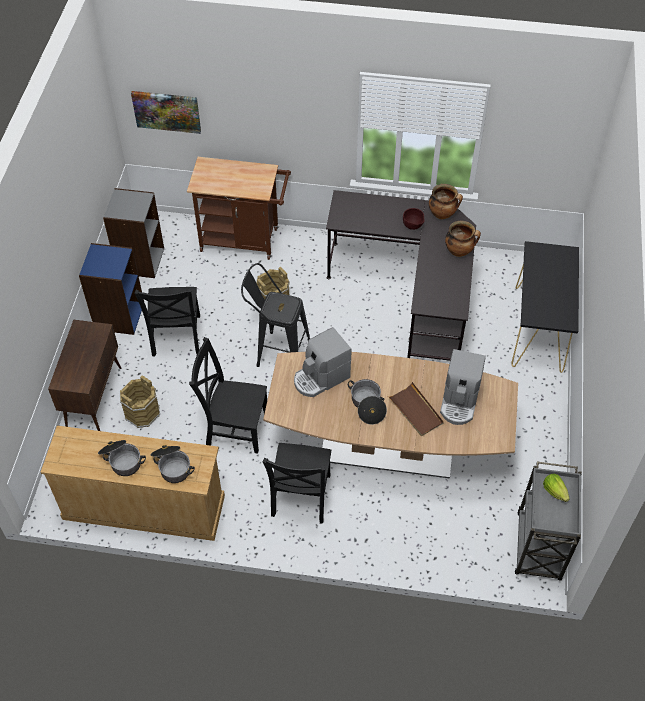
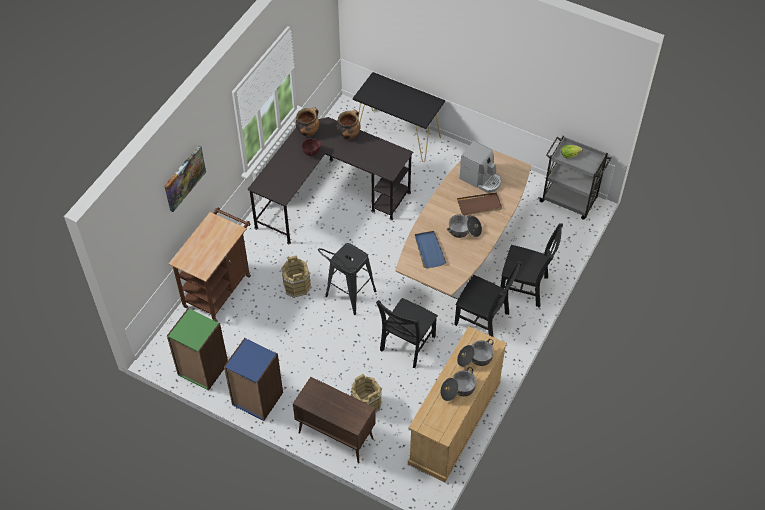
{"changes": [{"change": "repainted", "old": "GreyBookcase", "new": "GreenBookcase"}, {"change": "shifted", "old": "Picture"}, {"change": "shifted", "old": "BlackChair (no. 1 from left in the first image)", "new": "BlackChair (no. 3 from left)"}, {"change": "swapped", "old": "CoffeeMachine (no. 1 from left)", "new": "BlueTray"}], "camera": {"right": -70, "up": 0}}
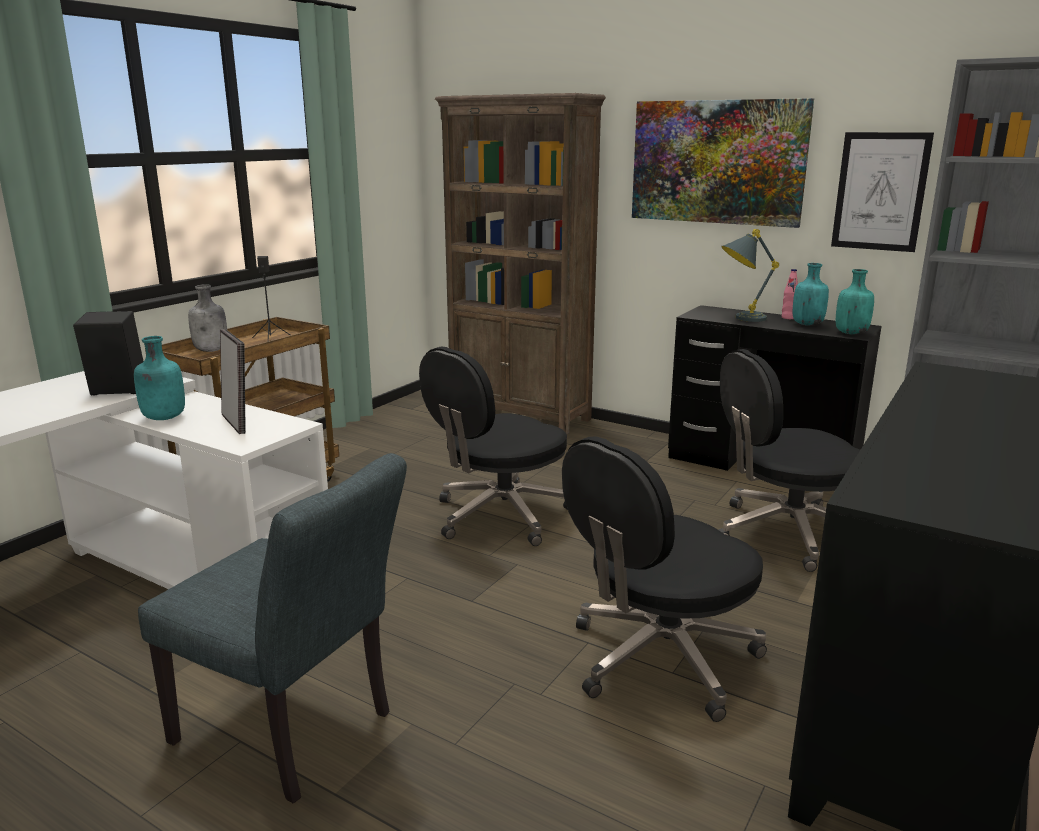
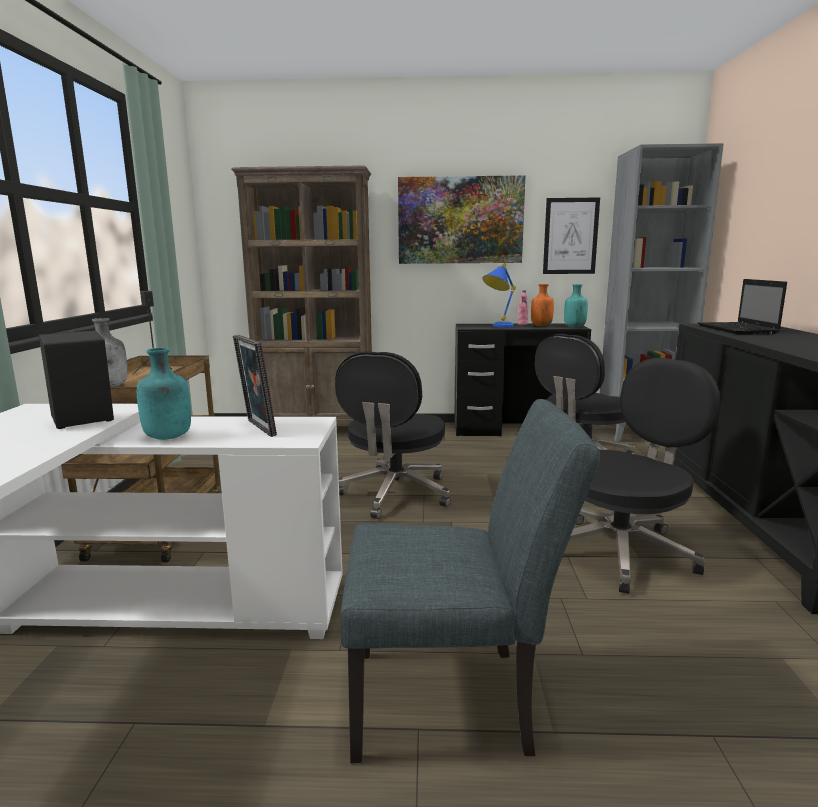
{"changes": [{"change": "rotated", "old": "PictureFrame", "degrees": -150}, {"change": "rotated", "old": "BlackOfficeChair (no. 2 from left in the first image)", "degrees": -150}, {"change": "repainted", "old": "GreyTableLamp", "new": "BlueTableLamp"}, {"change": "repainted", "old": "TurquoiseBottle (no. 2 from left)", "new": "OrangeBottle"}, {"change": "new", "new": "Laptop"}], "camera": {"right": -30, "up": -5}}
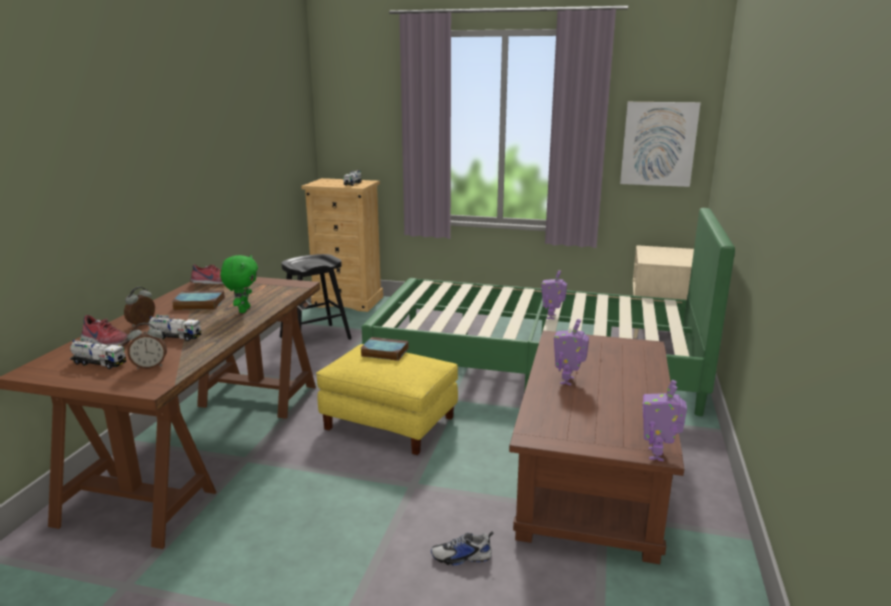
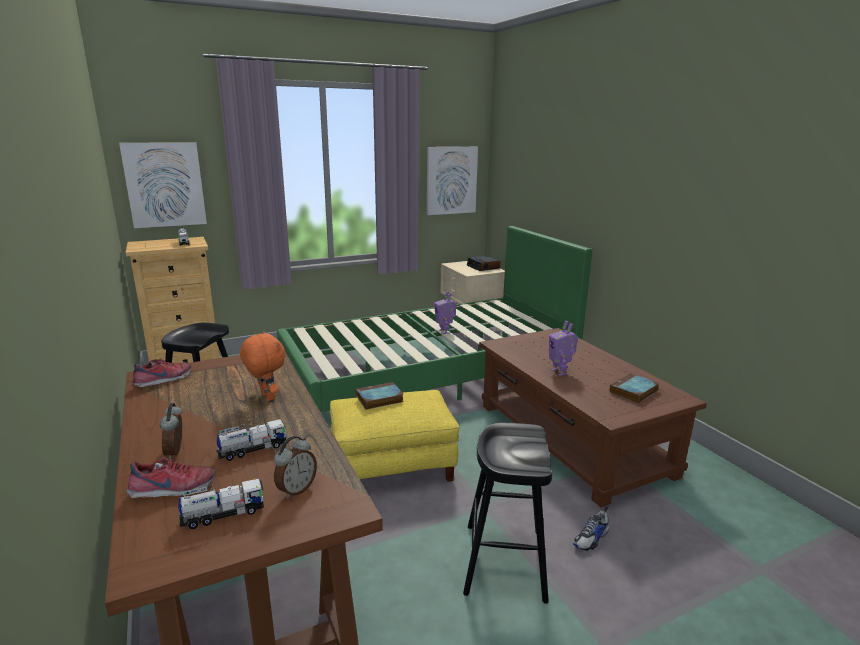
{"changes": [{"change": "shifted", "old": "Book (no. 1 from left in the first image)", "new": "Book (no. 2 from left)"}, {"change": "repainted", "old": "GreenPlushToy", "new": "OrangePlushToy"}, {"change": "gone", "old": "ToyRobot (no. 3 from left)"}, {"change": "new", "new": "Picture (no. 1 from left)"}, {"change": "new", "new": "BlackStool (no. 2 from left)"}, {"change": "new", "new": "AlarmClock (no. 3 from left)"}], "camera": {"right": -40, "up": 0}}
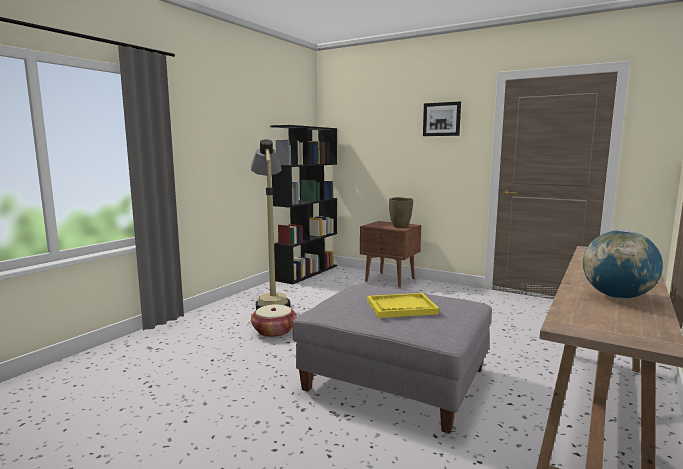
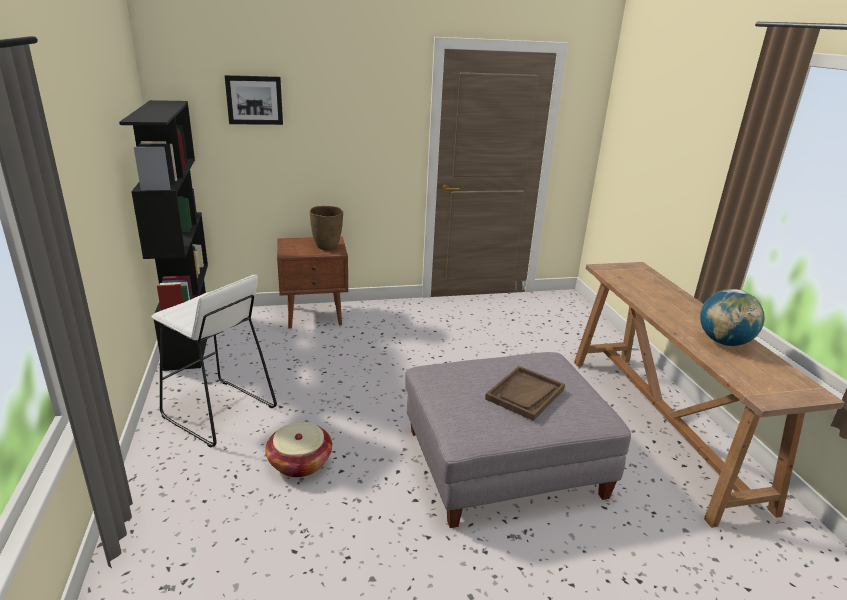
{"changes": [{"change": "swapped", "old": "FloorLamp", "new": "WhiteStool"}, {"change": "repainted", "old": "YellowTray", "new": "BrownTray"}, {"change": "shifted", "old": "Picture"}], "camera": {"right": -45, "up": 15}}
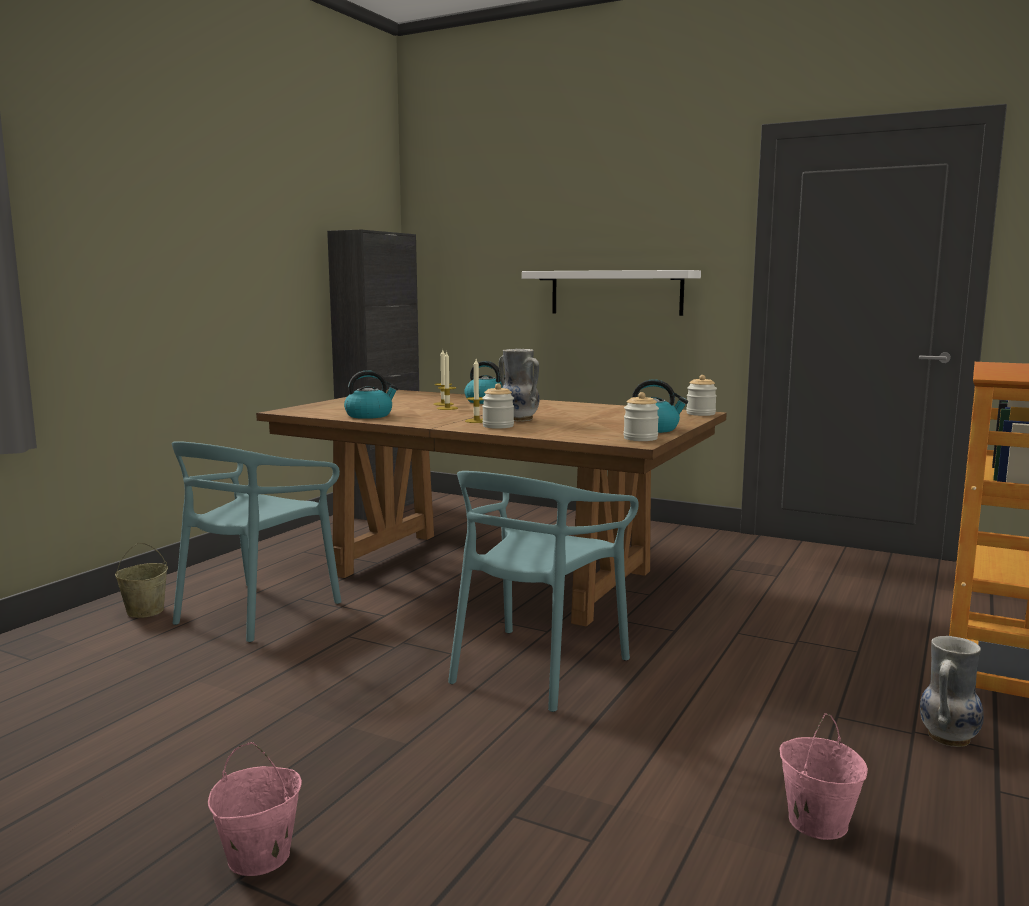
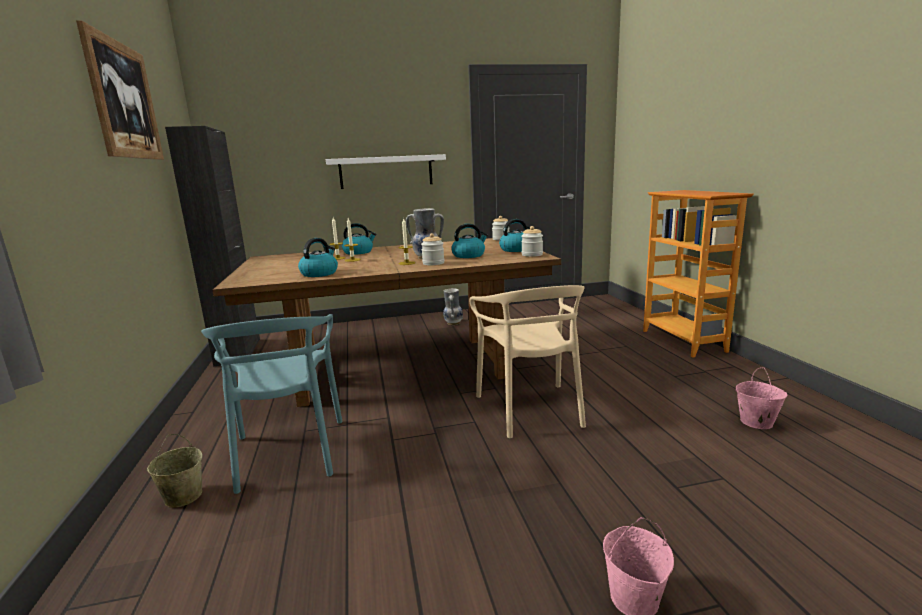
{"changes": [{"change": "repainted", "old": "TurquoiseChair (no. 2 from left)", "new": "BeigeChair"}, {"change": "shifted", "old": "Vase (no. 2 from left)"}, {"change": "new", "new": "Picture"}, {"change": "new", "new": "Kettle (no. 3 from left)"}], "camera": {"right": -40, "up": 5}}
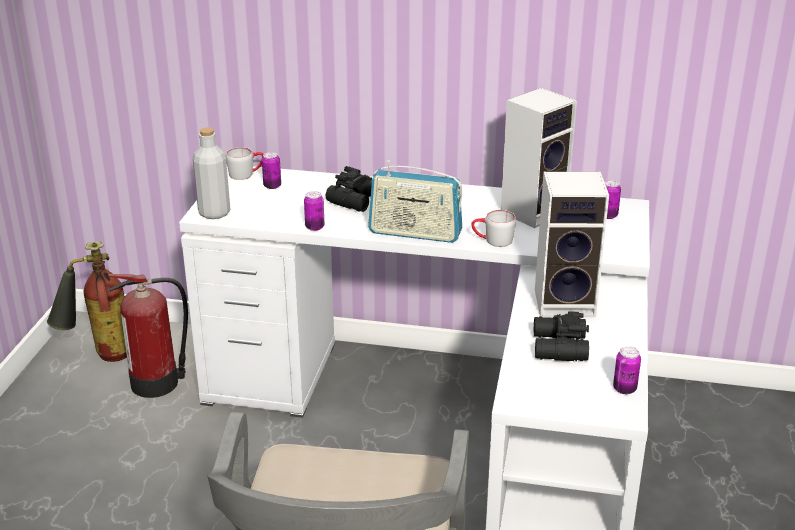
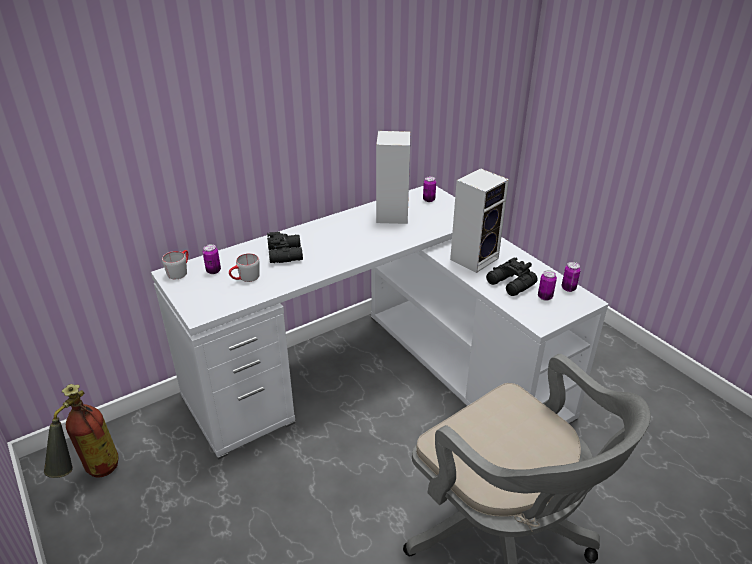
{"changes": [{"change": "gone", "old": "FireExtinguisher (no. 2 from left)"}, {"change": "gone", "old": "GreyBottle"}, {"change": "shifted", "old": "Can (no. 2 from left in the first image)", "new": "Can (no. 3 from left)"}, {"change": "gone", "old": "Radio"}, {"change": "shifted", "old": "GreyMug (no. 2 from left)"}], "camera": {"right": -45, "up": 5}}
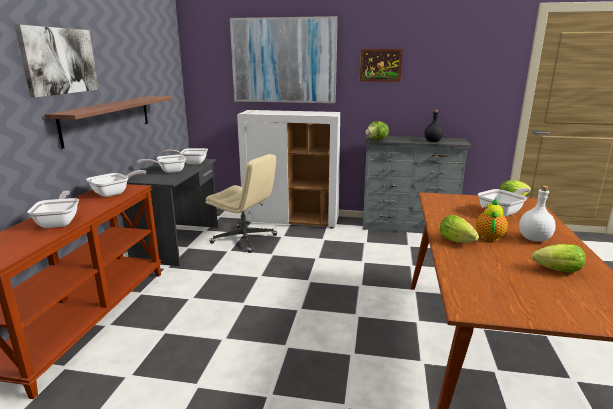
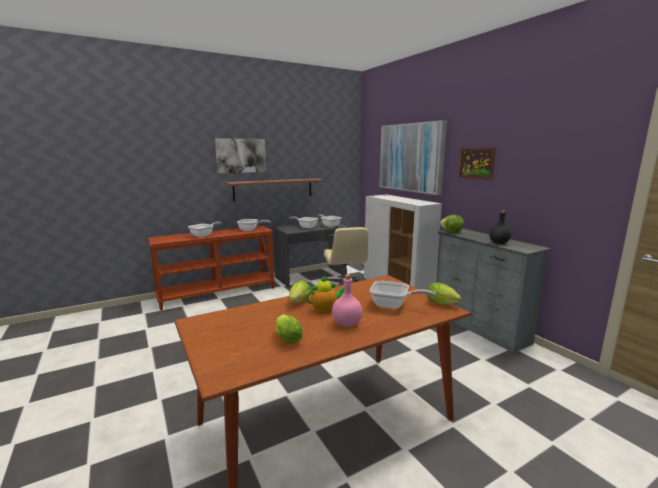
{"changes": [{"change": "repainted", "old": "WhiteBottle", "new": "PinkBottle"}], "camera": {"right": 50, "up": -5}}
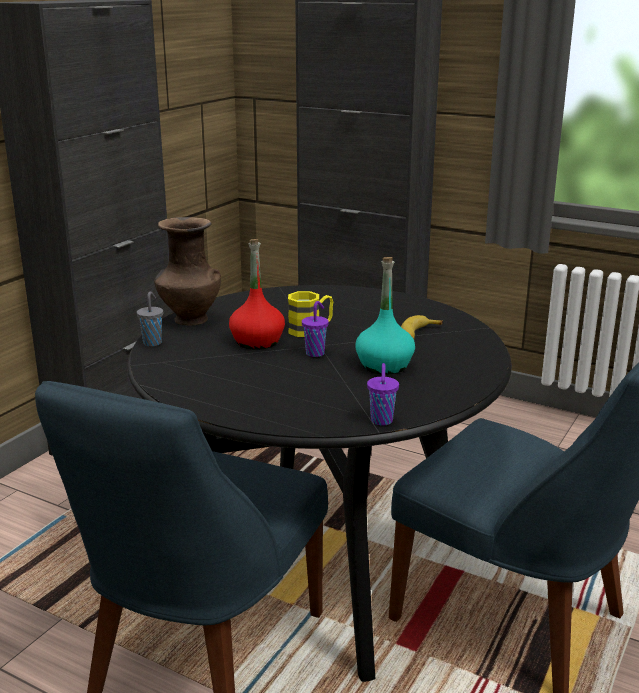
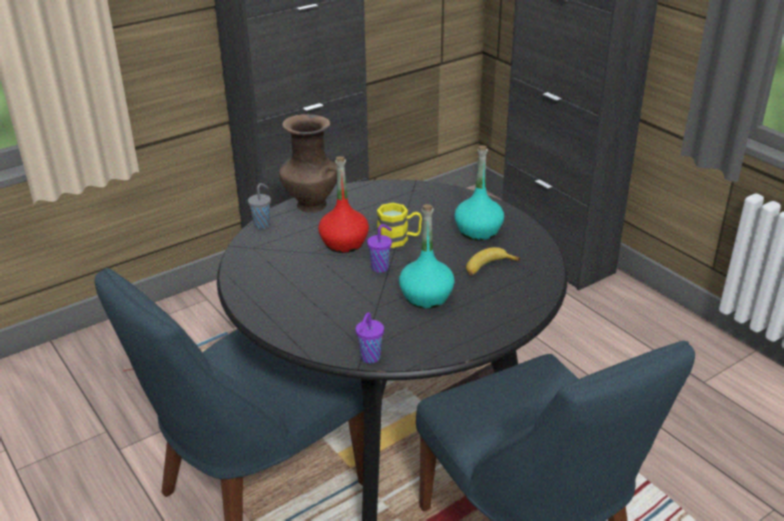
{"changes": [{"change": "new", "new": "TurquoiseBottle (no. 2 from left)"}], "camera": {"right": 25, "up": 10}}
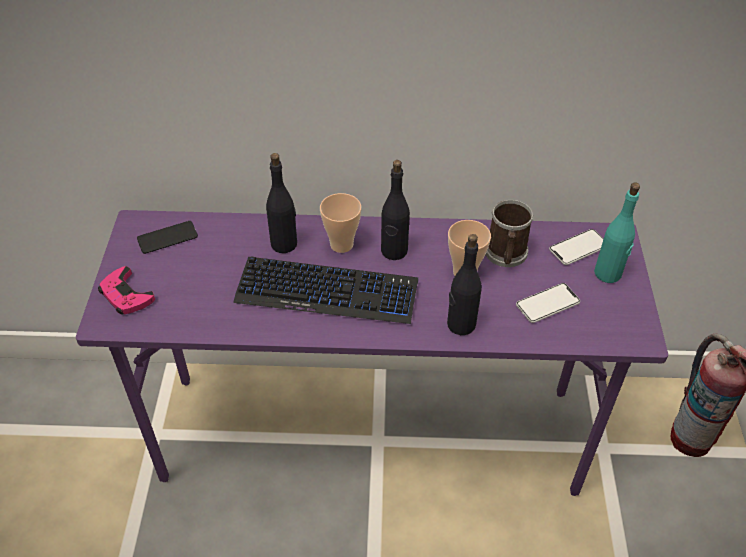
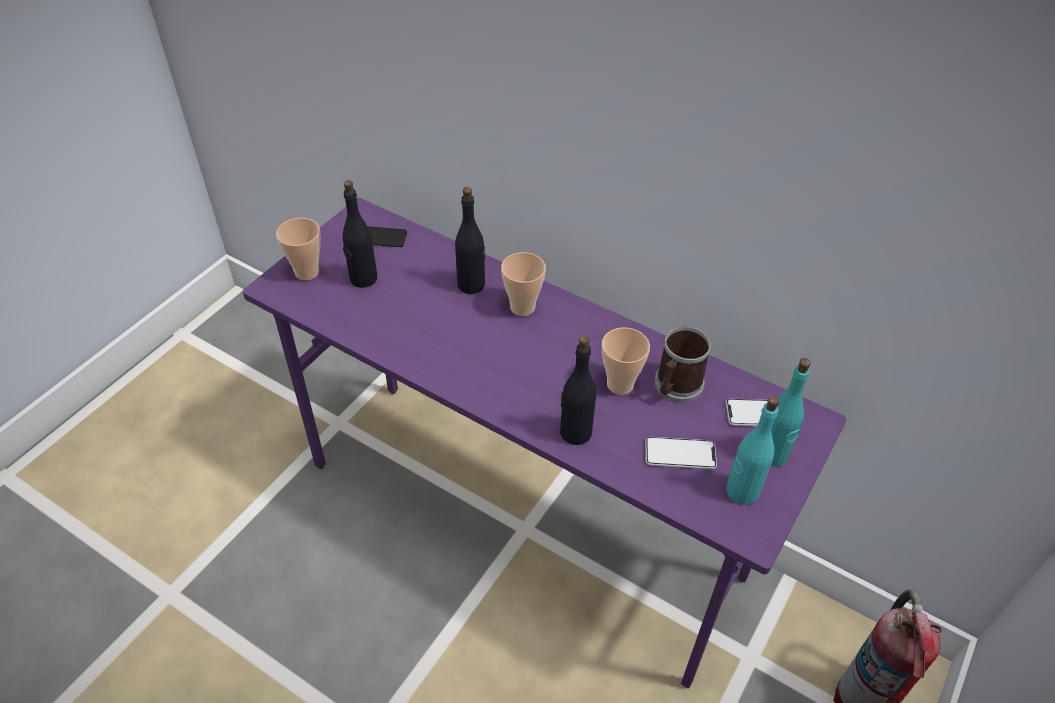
{"changes": [{"change": "swapped", "old": "PinkGameController", "new": "Cup (no. 1 from left)"}, {"change": "gone", "old": "Keyboard"}, {"change": "shifted", "old": "BlackBottle (no. 2 from left in the first image)", "new": "BlackBottle (no. 1 from left)"}, {"change": "new", "new": "TurquoiseBottle (no. 1 from left)"}], "camera": {"right": 30, "up": 0}}
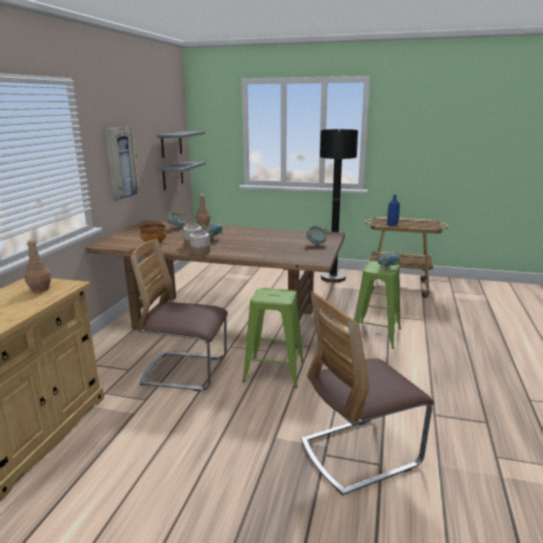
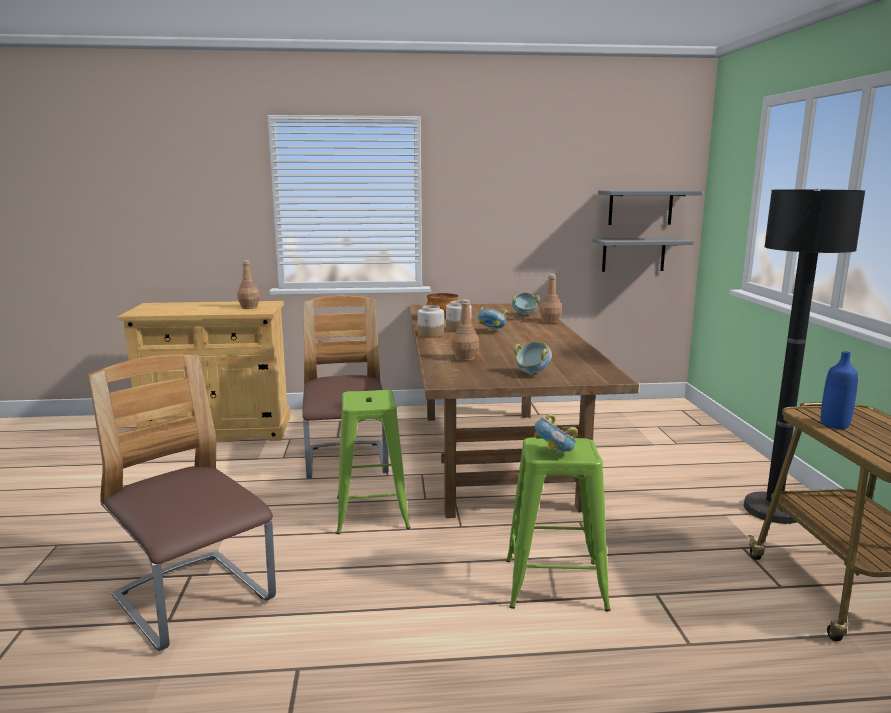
{"changes": [{"change": "gone", "old": "Picture"}, {"change": "new", "new": "BrownBottle (no. 2 from left)"}], "camera": {"right": 70, "up": -5}}
